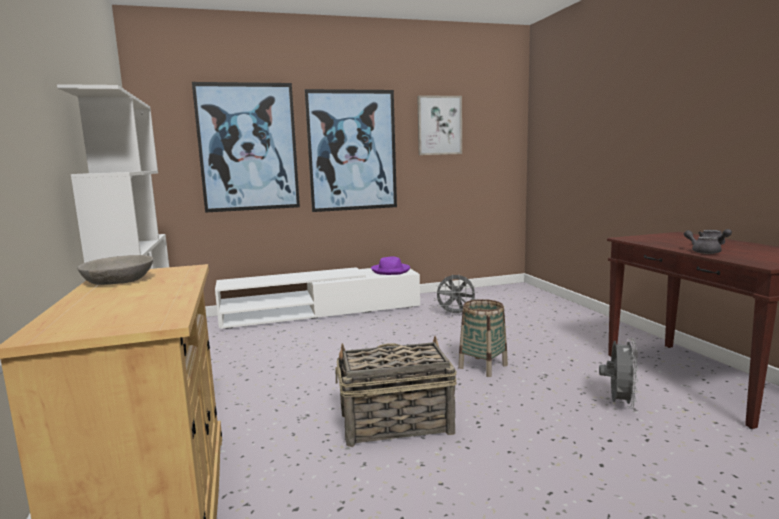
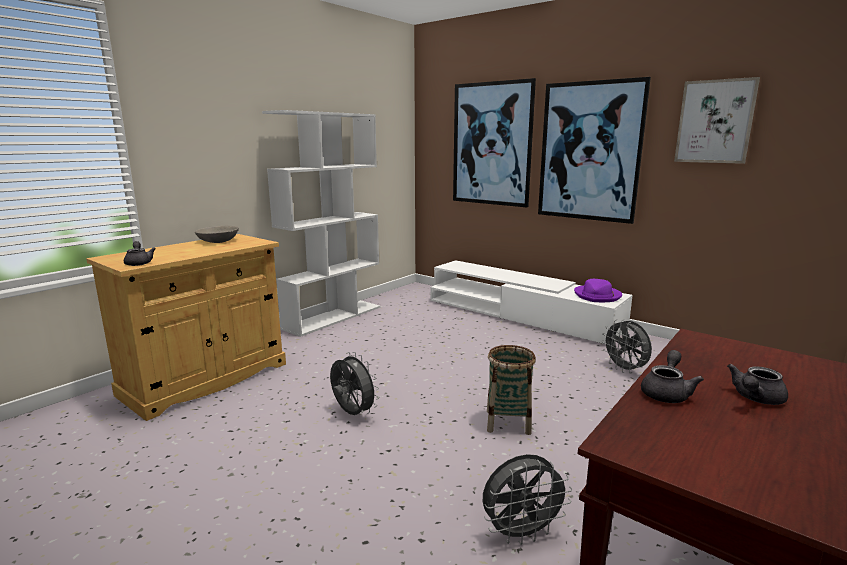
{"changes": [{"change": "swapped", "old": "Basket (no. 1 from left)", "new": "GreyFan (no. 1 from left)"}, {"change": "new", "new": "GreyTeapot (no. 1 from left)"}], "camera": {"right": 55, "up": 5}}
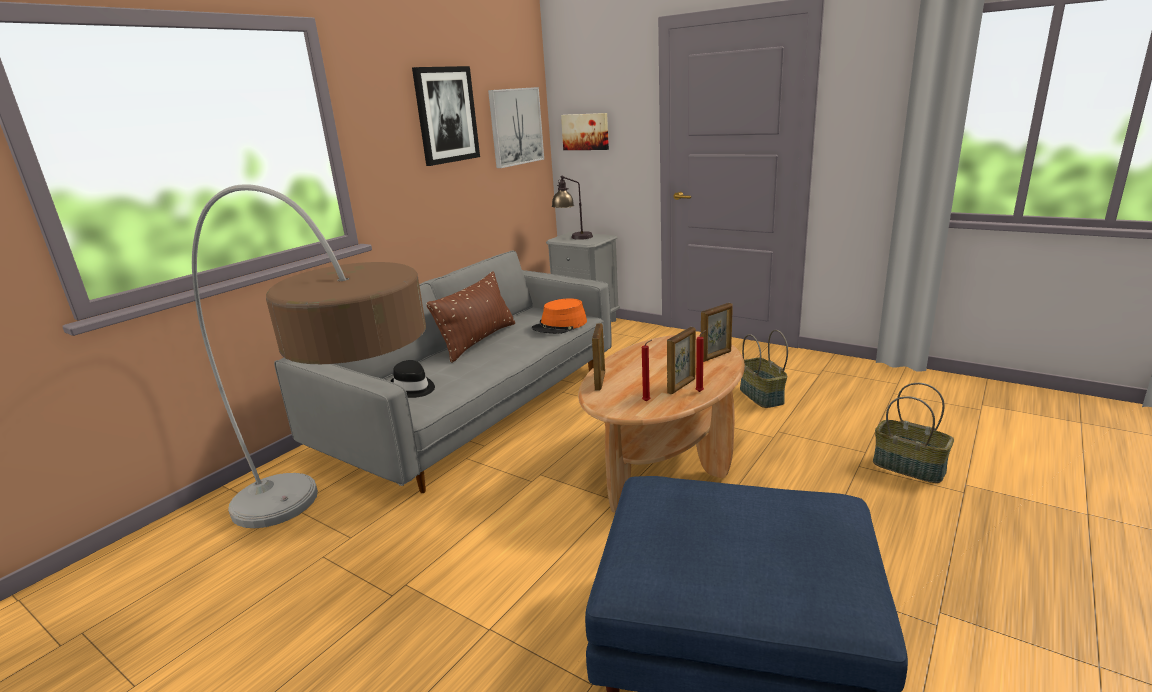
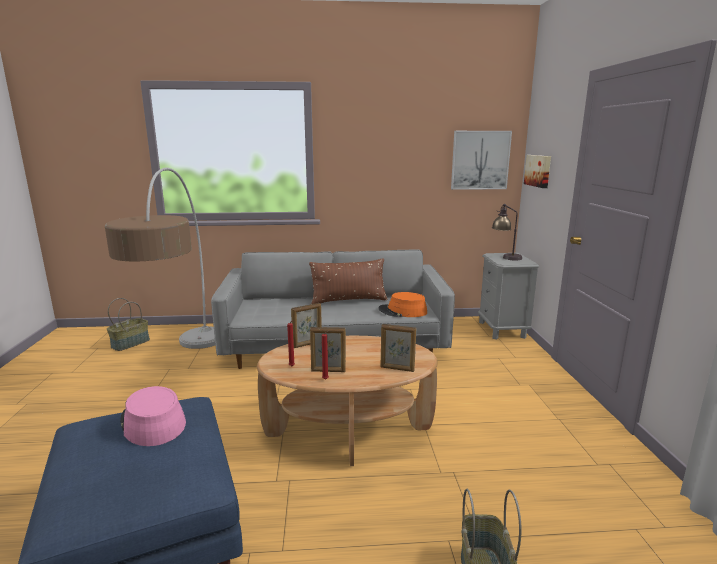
{"changes": [{"change": "gone", "old": "BlackHat"}, {"change": "gone", "old": "Picture (no. 1 from left)"}, {"change": "shifted", "old": "Basket (no. 1 from left)"}, {"change": "new", "new": "PinkHat"}], "camera": {"right": 50, "up": -5}}
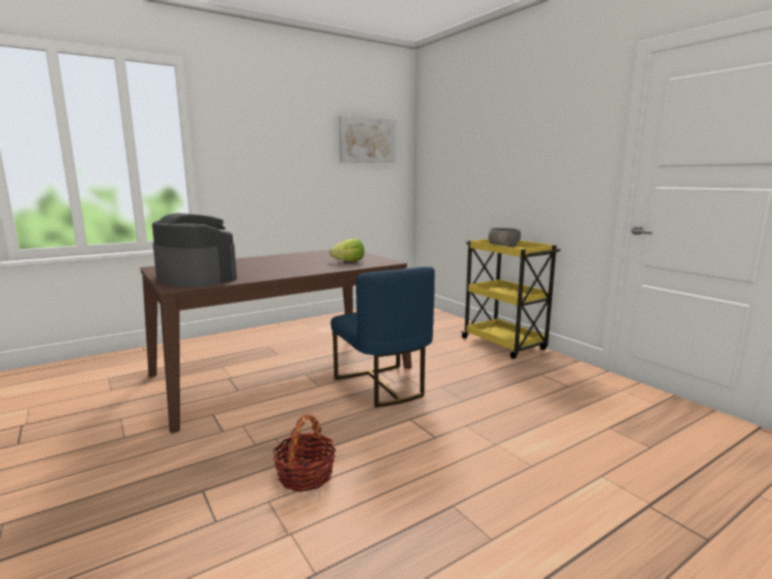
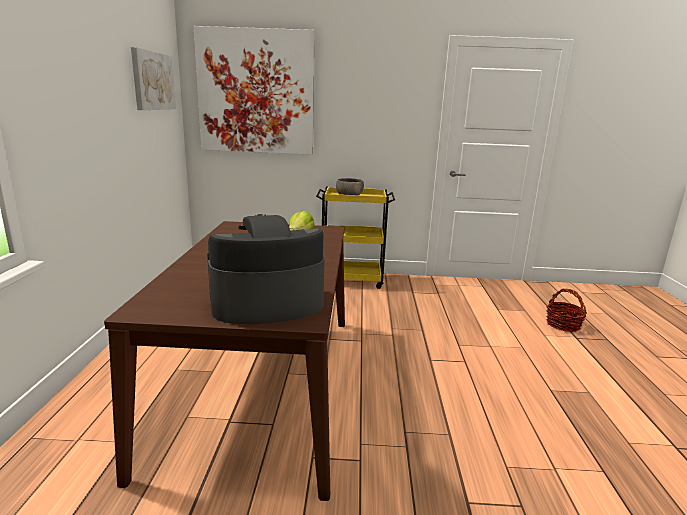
{"changes": [{"change": "shifted", "old": "Basket"}, {"change": "gone", "old": "BlueChair"}, {"change": "new", "new": "Picture (no. 2 from left)"}], "camera": {"right": -55, "up": 5}}
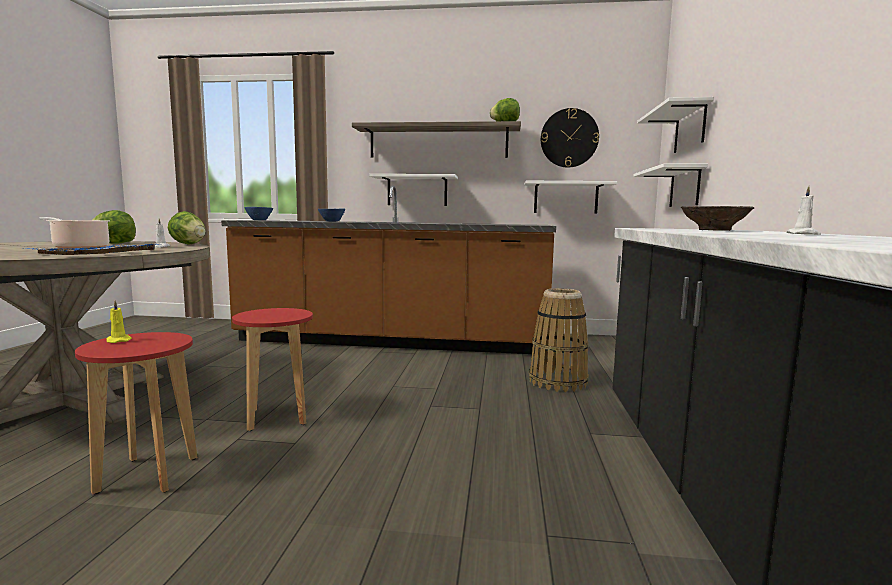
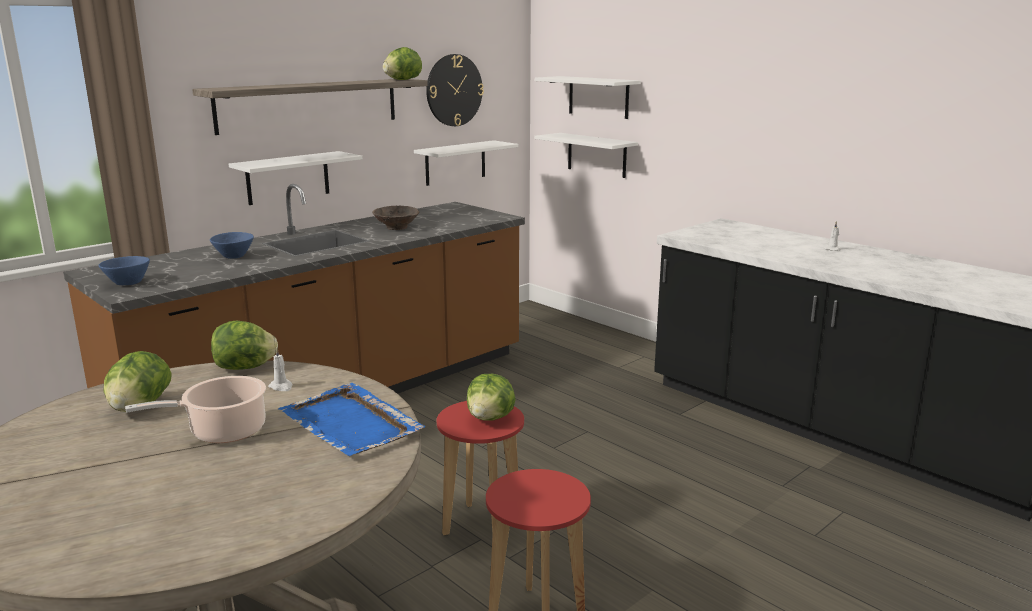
{"changes": [{"change": "gone", "old": "YellowCandle"}, {"change": "gone", "old": "Basket"}, {"change": "shifted", "old": "BrownBowl"}, {"change": "new", "new": "Lettuce (no. 4 from left)"}], "camera": {"right": -50, "up": 10}}
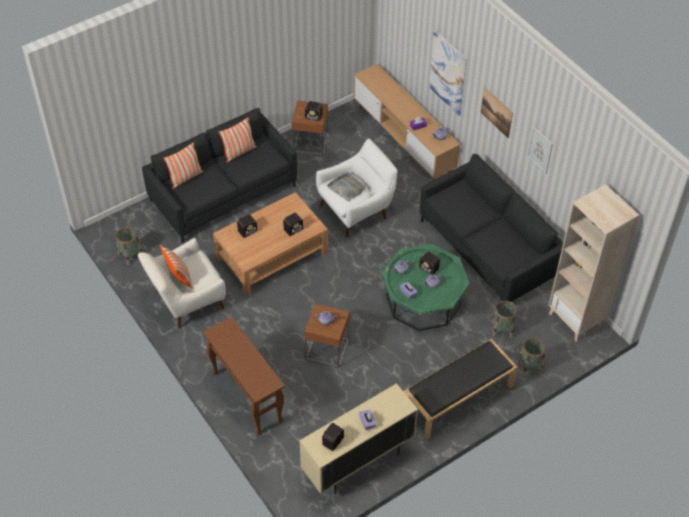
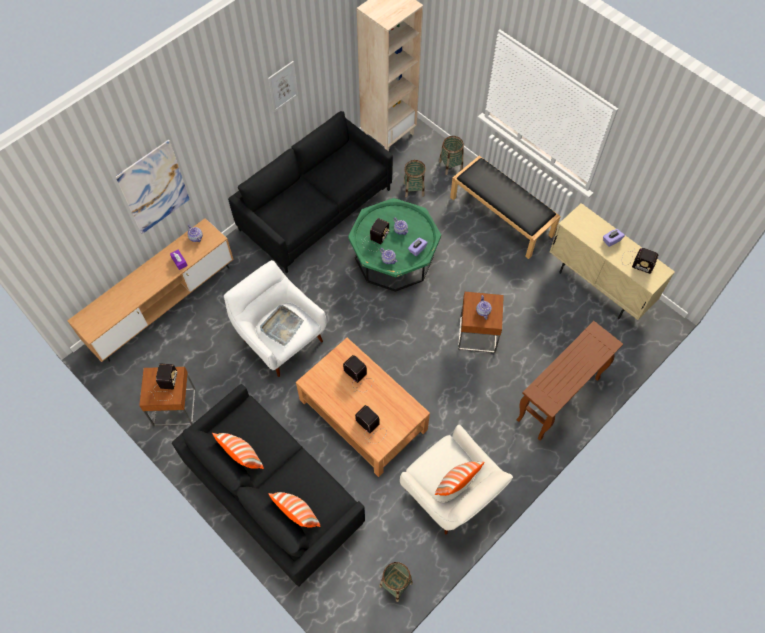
{"changes": [{"change": "gone", "old": "Picture (no. 2 from left)"}], "camera": {"right": -100, "up": 10}}
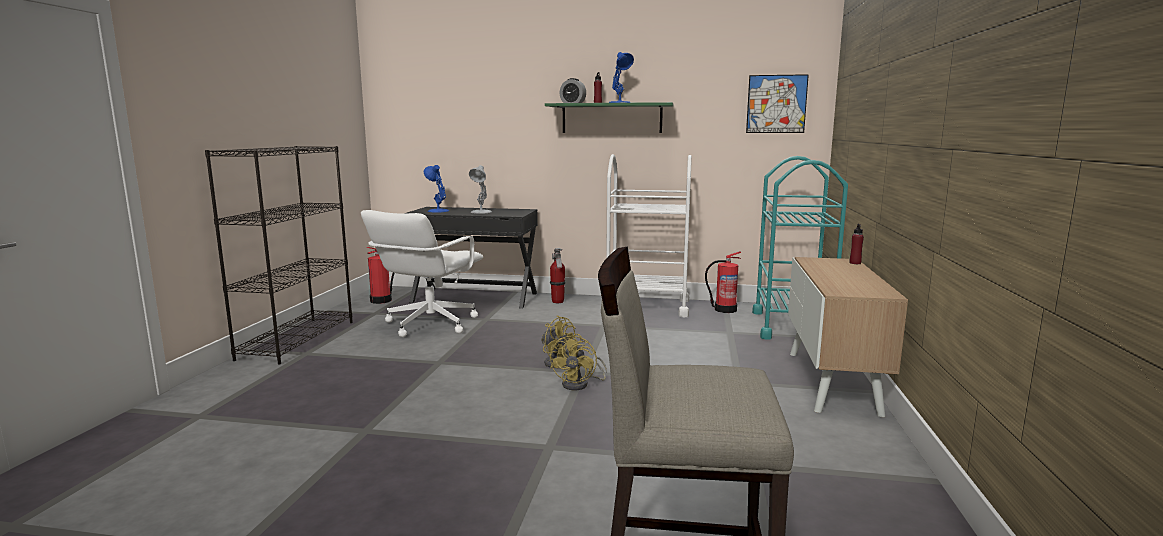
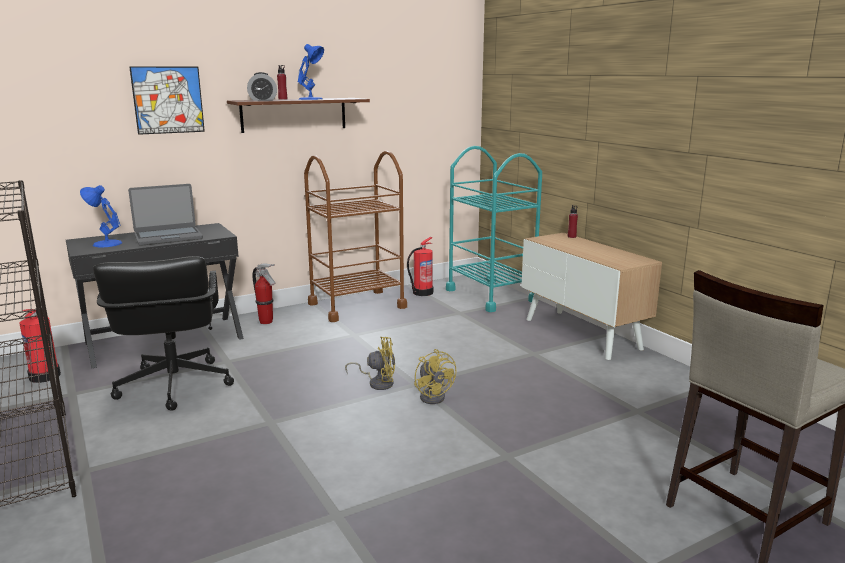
{"changes": [{"change": "repainted", "old": "WhiteOfficeChair", "new": "BlackOfficeChair"}, {"change": "swapped", "old": "WhiteTableLamp", "new": "Laptop"}, {"change": "repainted", "old": "GreenShelf", "new": "BrownShelf"}, {"change": "repainted", "old": "WhiteCart", "new": "BrownCart"}, {"change": "shifted", "old": "Picture"}], "camera": {"right": -40, "up": 5}}
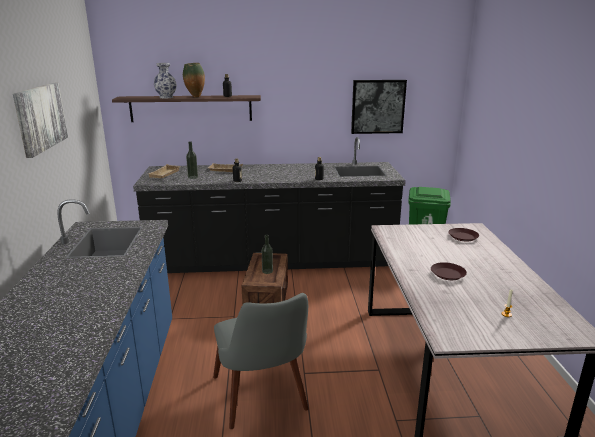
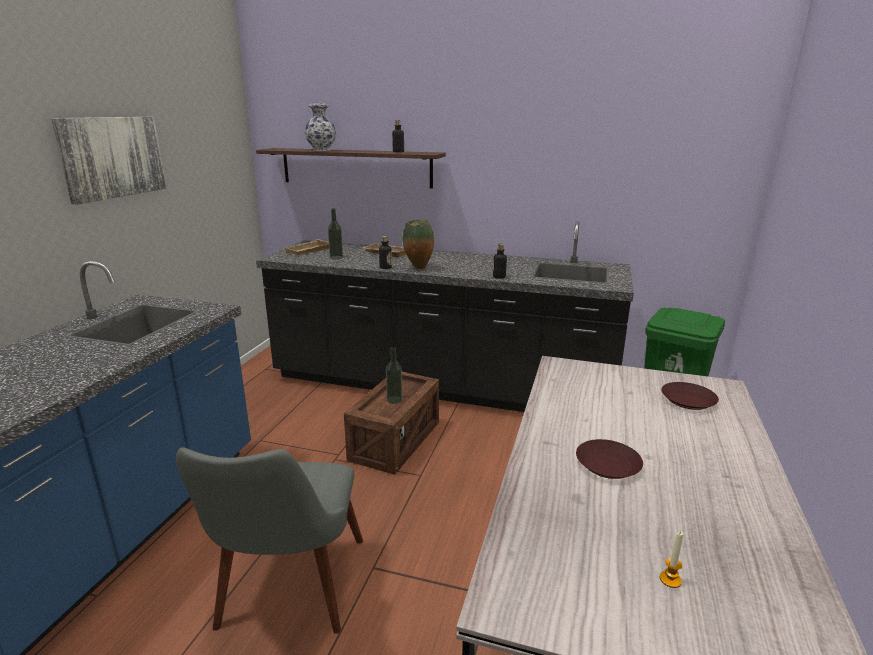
{"changes": [{"change": "shifted", "old": "Vase (no. 2 from left)"}, {"change": "gone", "old": "Picture (no. 2 from left)"}], "camera": {"right": 20, "up": 0}}
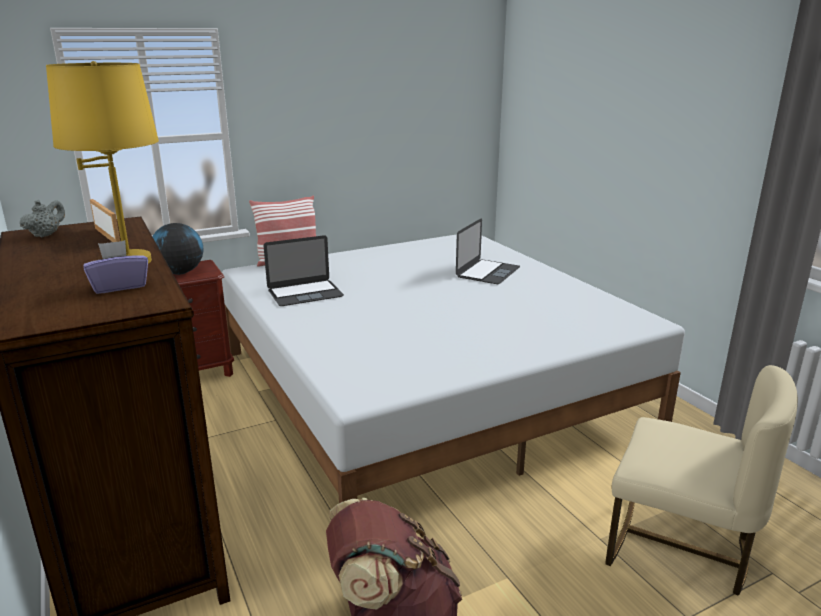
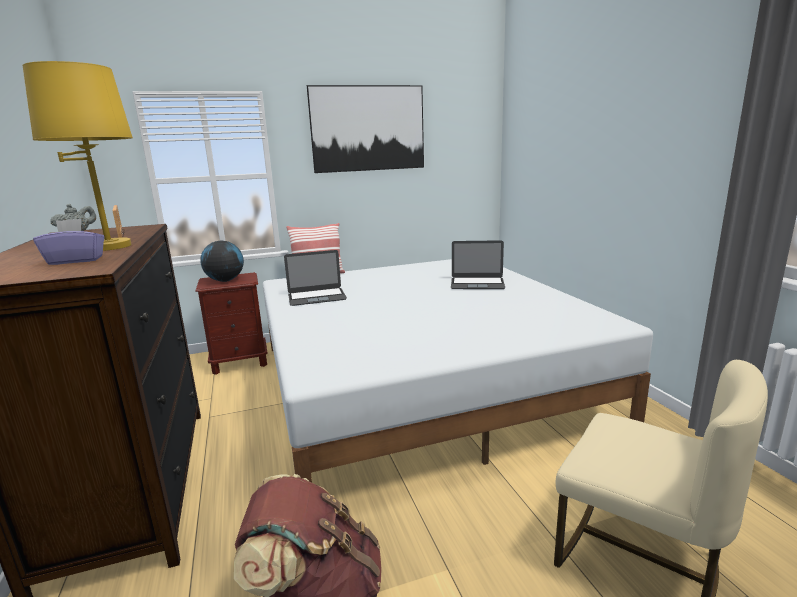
{"changes": [{"change": "rotated", "old": "Laptop (no. 2 from left)", "degrees": 60}, {"change": "new", "new": "Picture"}], "camera": {"right": 10, "up": -5}}
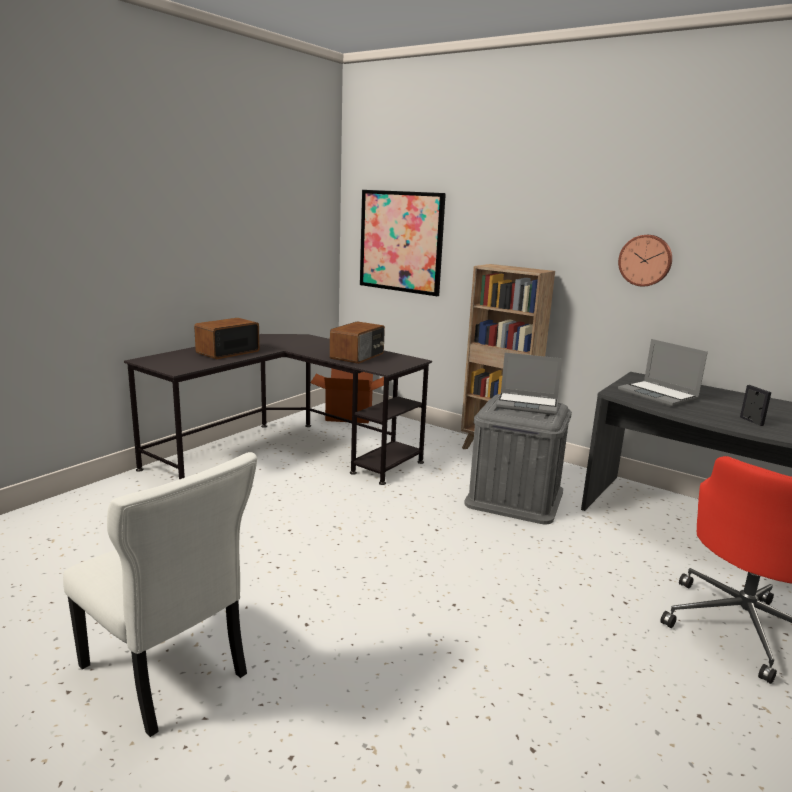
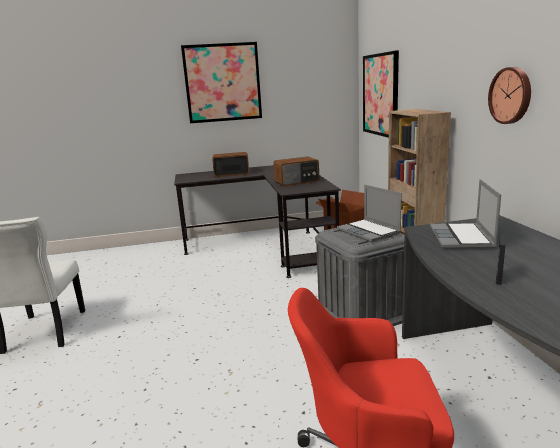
{"changes": [{"change": "new", "new": "Picture (no. 1 from left)"}], "camera": {"right": 45, "up": 0}}
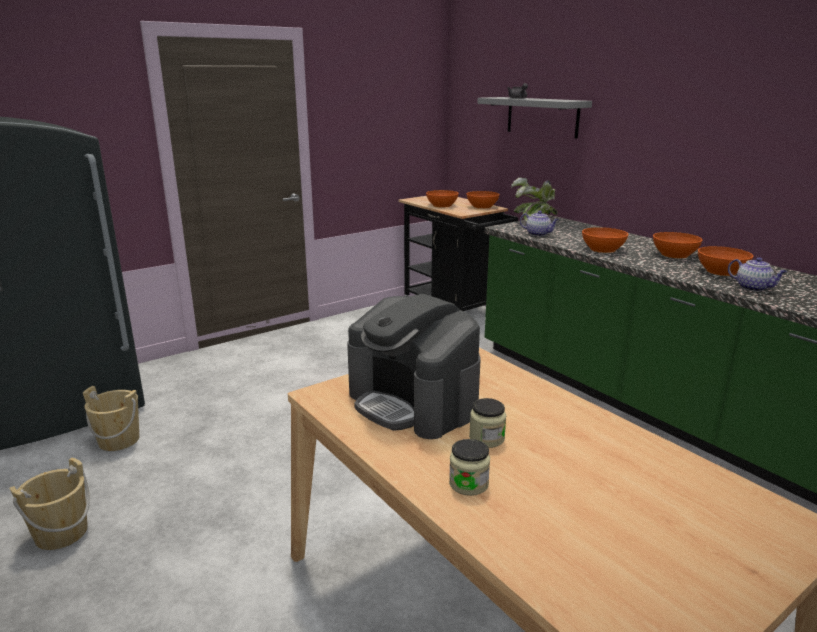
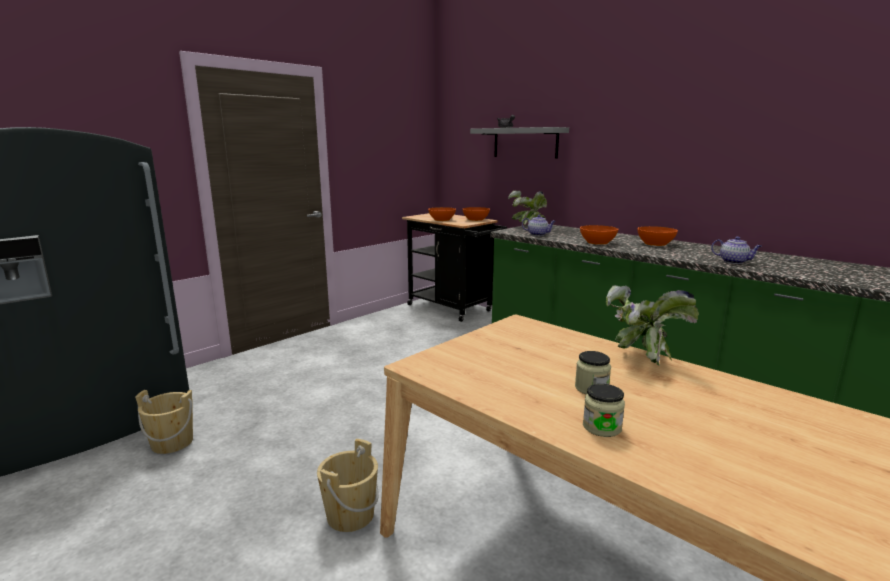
{"changes": [{"change": "shifted", "old": "BeigeBucket (no. 1 from left in the first image)", "new": "BeigeBucket (no. 2 from left)"}, {"change": "gone", "old": "CoffeeMachine"}, {"change": "gone", "old": "OrangeBowl (no. 5 from left)"}, {"change": "new", "new": "PottedPlant (no. 2 from left)"}], "camera": {"right": -10, "up": -5}}
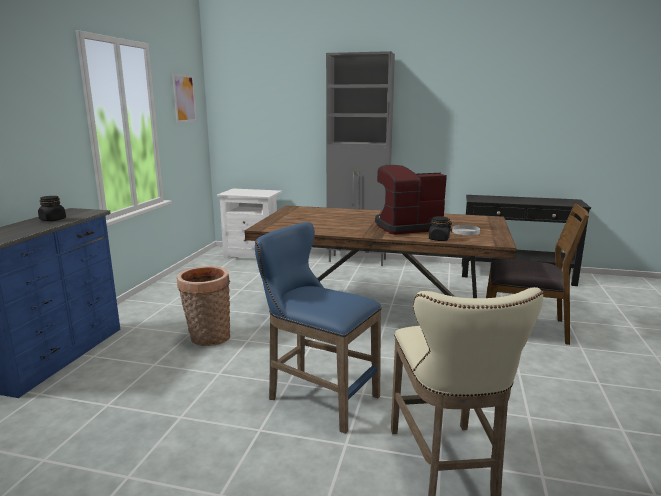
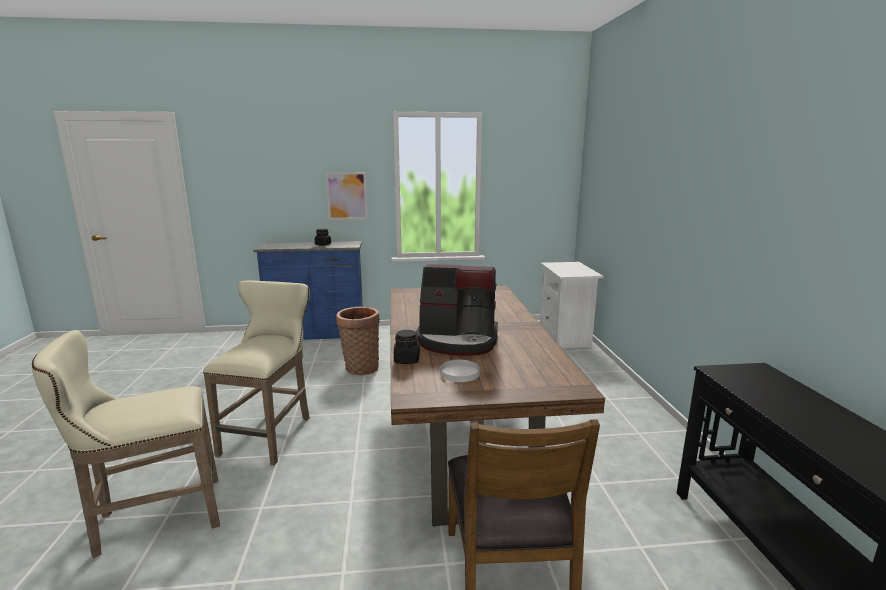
{"changes": [{"change": "shifted", "old": "Picture"}, {"change": "repainted", "old": "BlueStool", "new": "BeigeStool (no. 2 from left)"}, {"change": "gone", "old": "GreyCabinet"}, {"change": "rotated", "old": "CoffeeMachine", "degrees": 135}], "camera": {"right": 70, "up": 0}}
